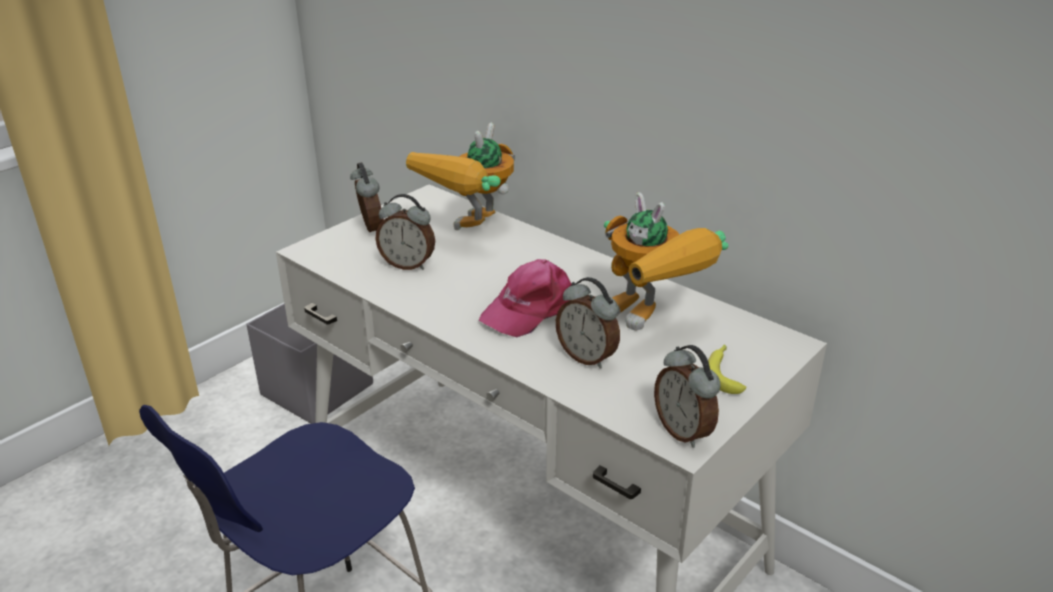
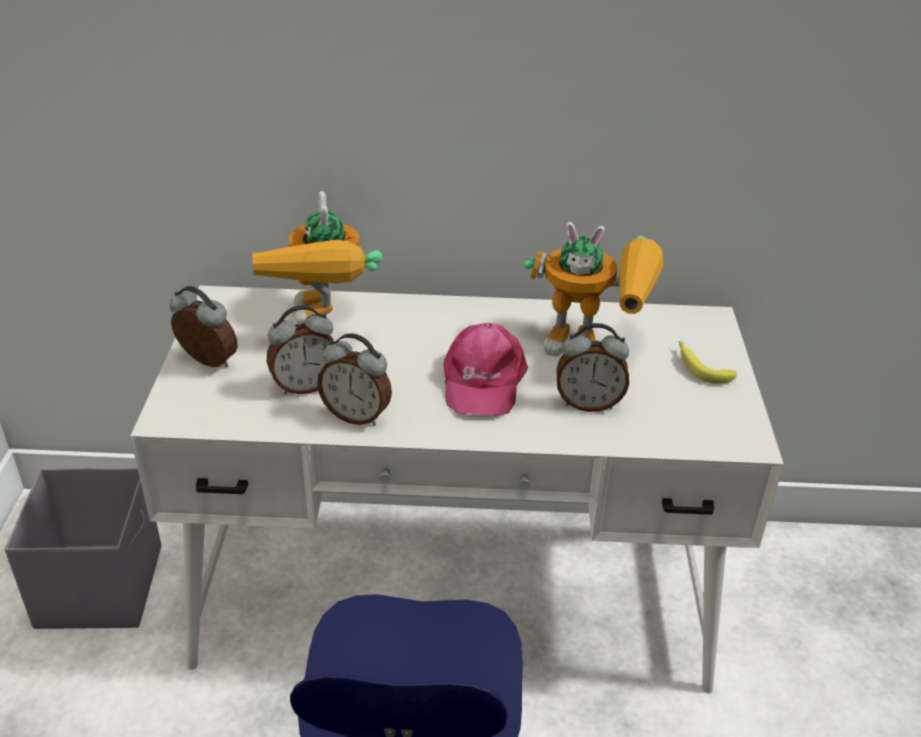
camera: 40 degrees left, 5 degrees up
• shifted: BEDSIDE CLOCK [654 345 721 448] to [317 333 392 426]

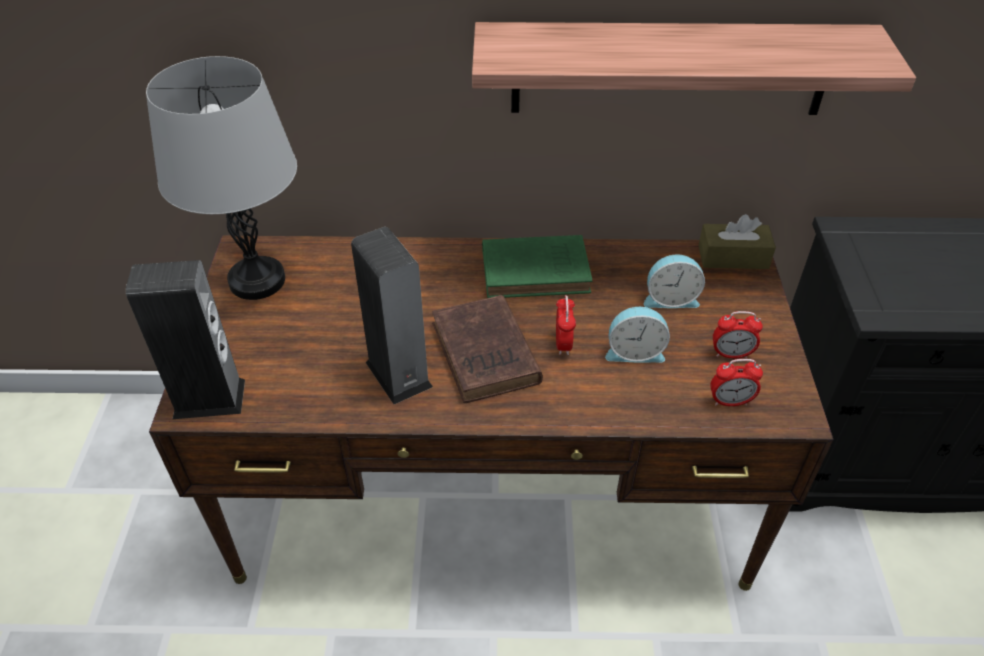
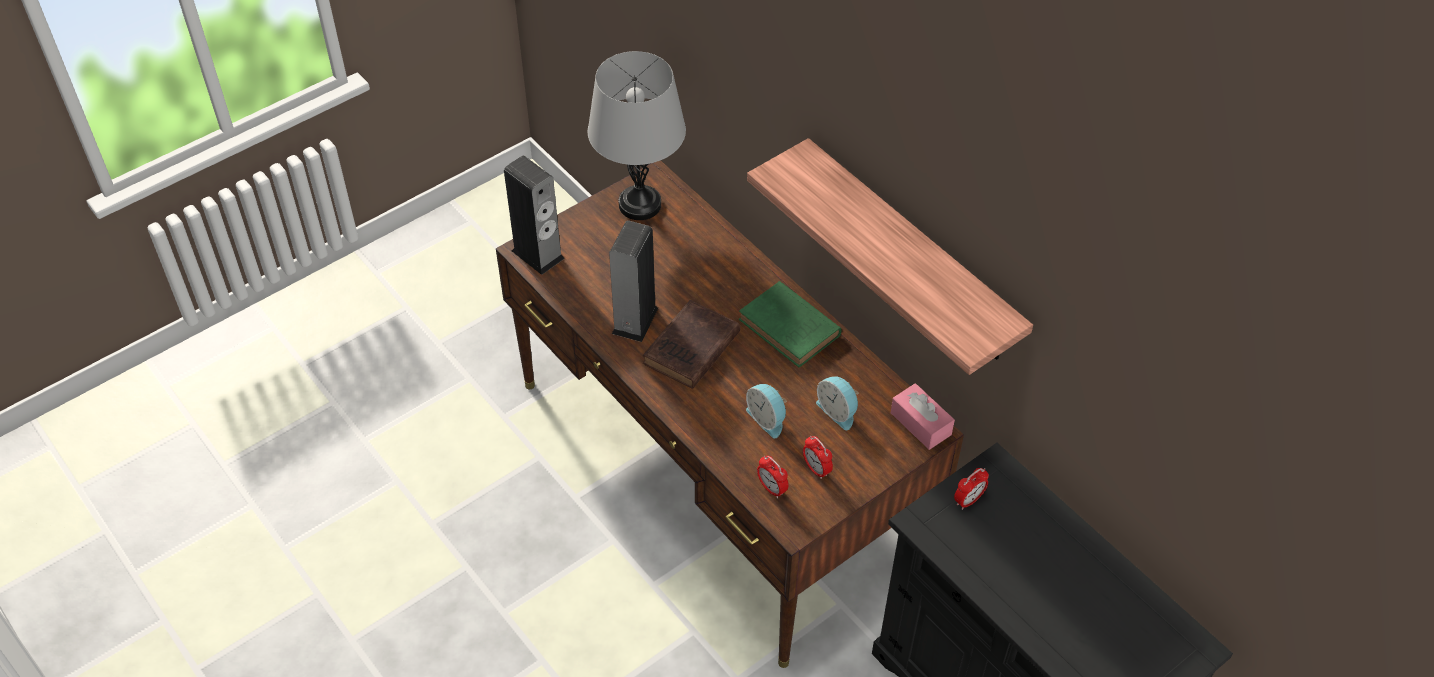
camera: 50 degrees right, 5 degrees up
• repainted: BROWN BOX OF TISSUES [698 214 776 269] to PINK-COLOURED BOX OF TISSUES [891 383 955 450]
• shifted: BEDSIDE CLOCK [556 295 576 355] to [954 468 989 510]

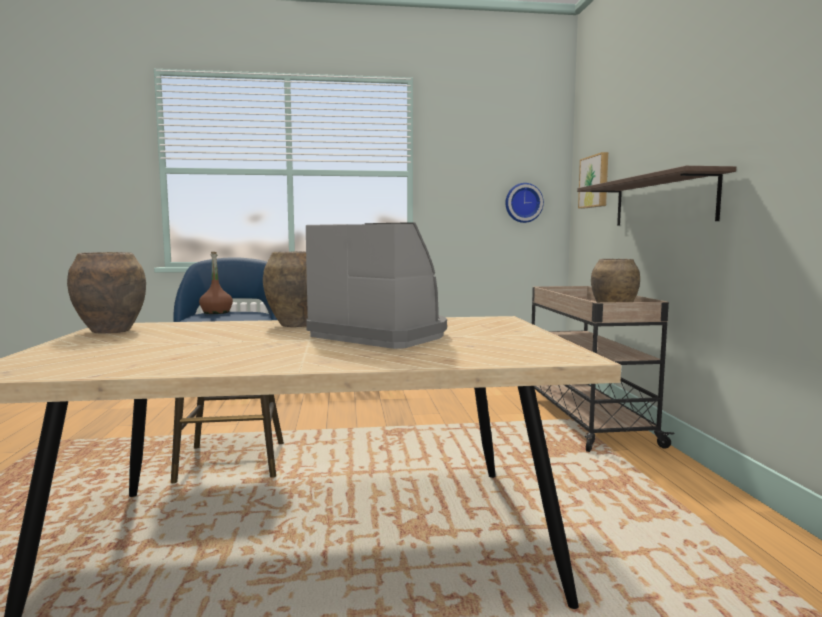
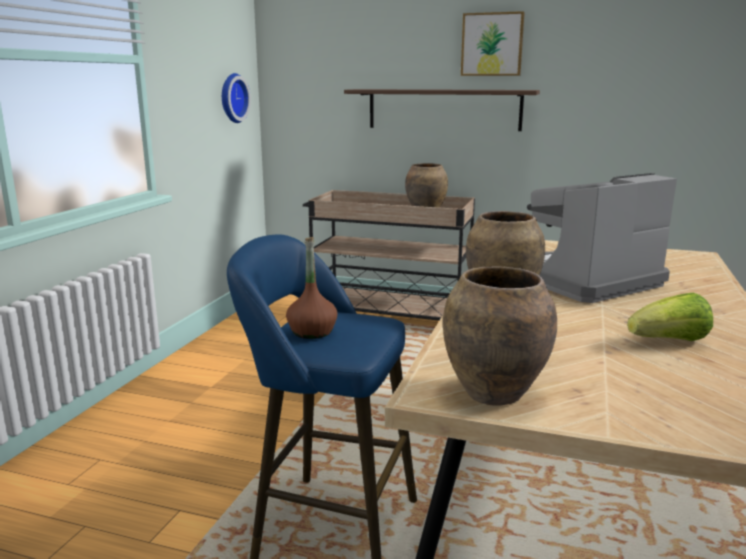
camera: 65 degrees left, 10 degrees up
• shifted: PICTURE [578 152 608 209] to [461 11 525 76]
• new: LETTUCE HEAD [627 293 713 341]

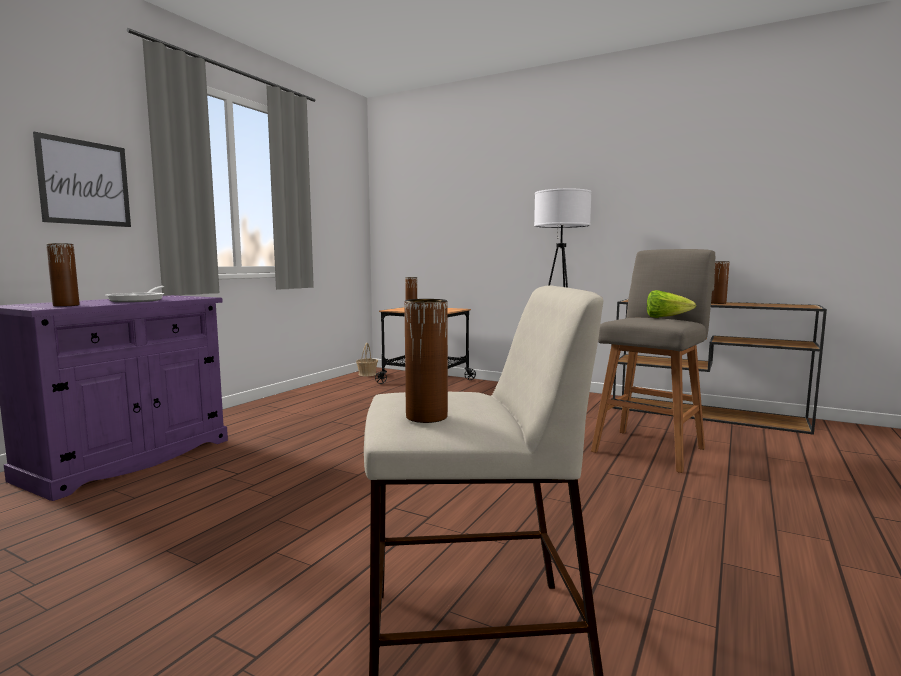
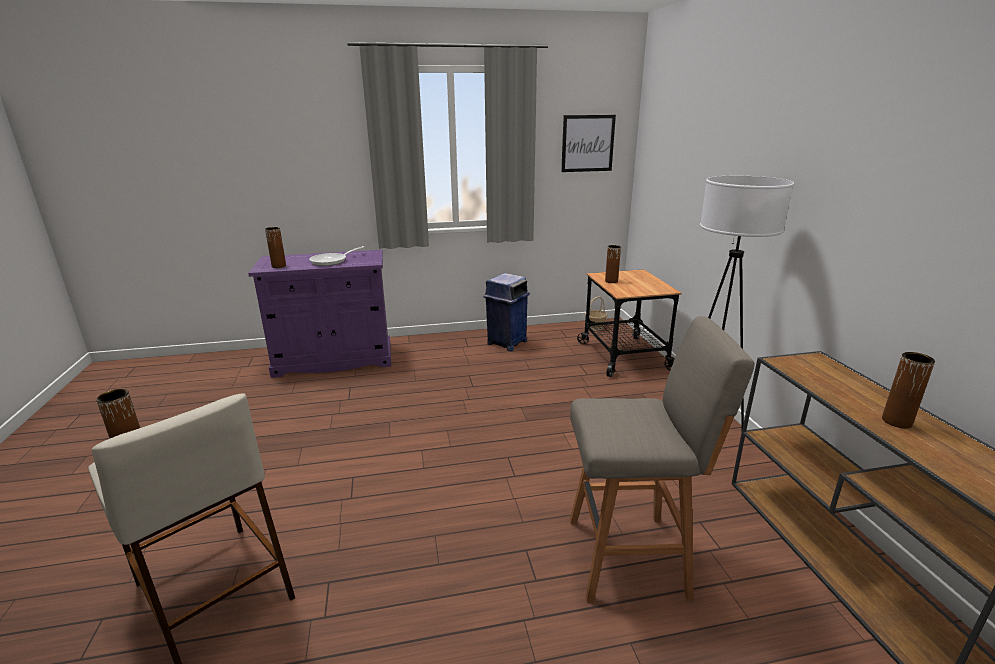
camera: 50 degrees right, 15 degrees up
• shifted: PICTURE [33 132 131 227] to [561 115 616 172]
• gone: LETTUCE HEAD [647 290 696 318]
• new: BLUE-COLOURED WASTE BIN [484 273 530 351]

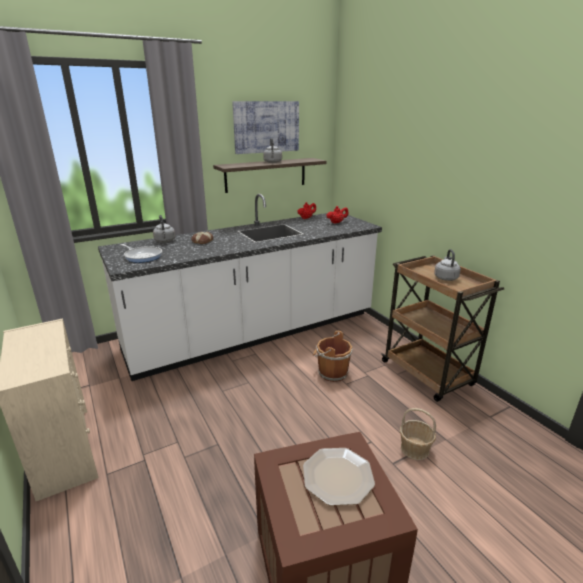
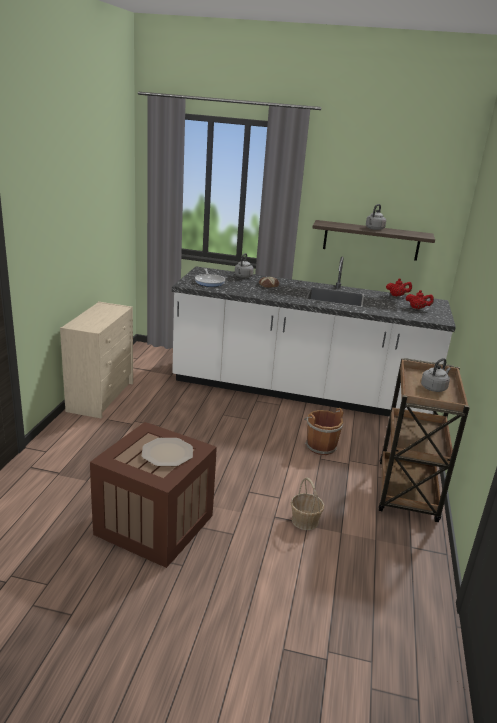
camera: 40 degrees right, 0 degrees up
• gone: PICTURE [232 101 299 154]

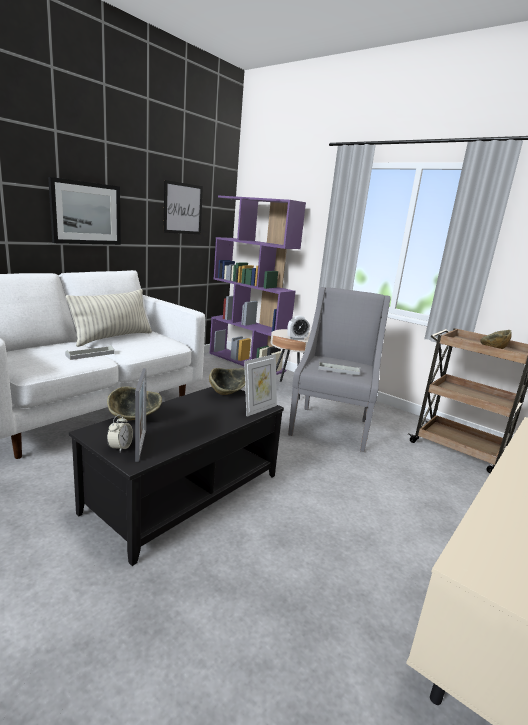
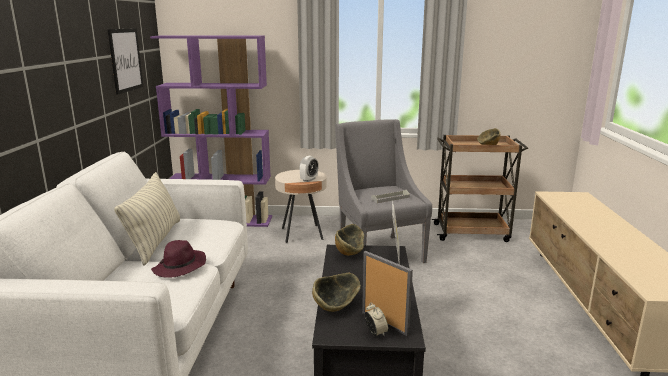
camera: 35 degrees left, 0 degrees up
• gone: PICTURE [48 177 121 245]
• swapped: GREY SERVING TRAY [65 345 114 360] to PURPLE-COLOURED HAT [151 240 206 278]

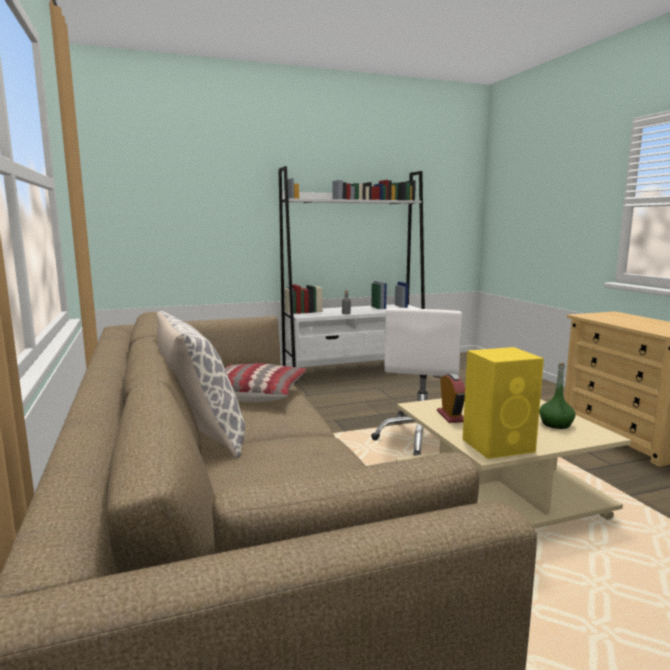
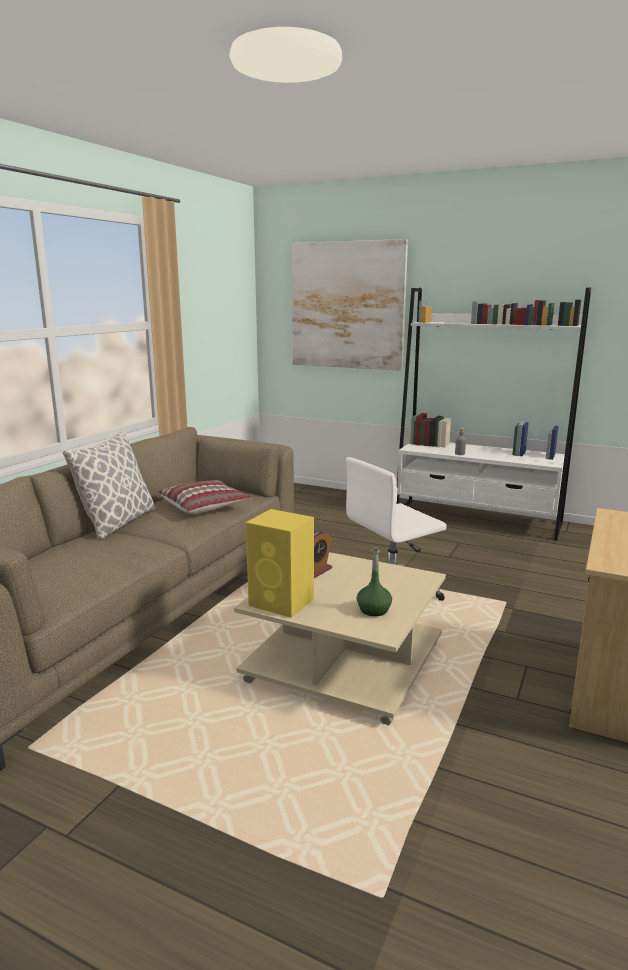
camera: 45 degrees right, 5 degrees up
• new: PICTURE [292 239 408 371]

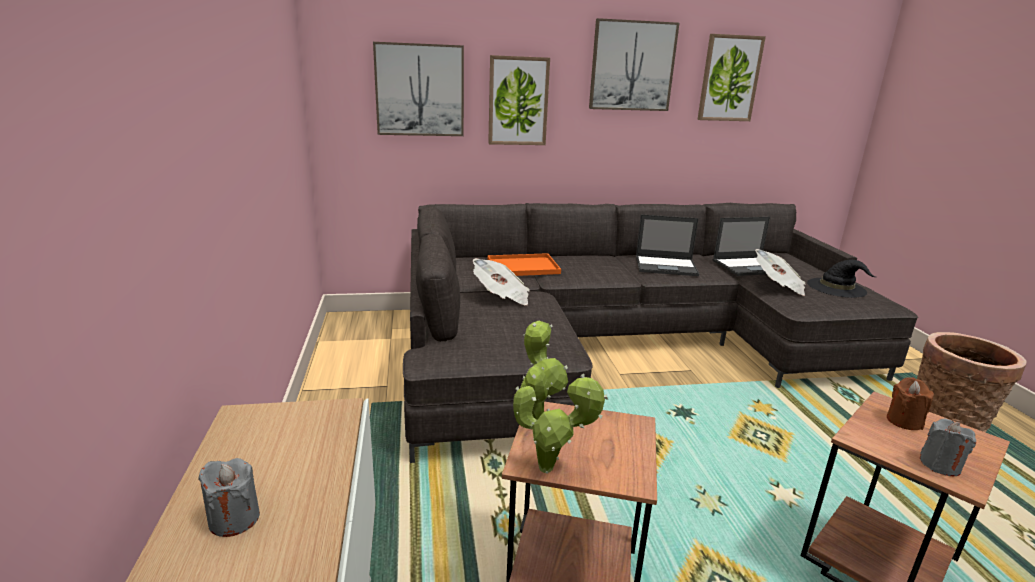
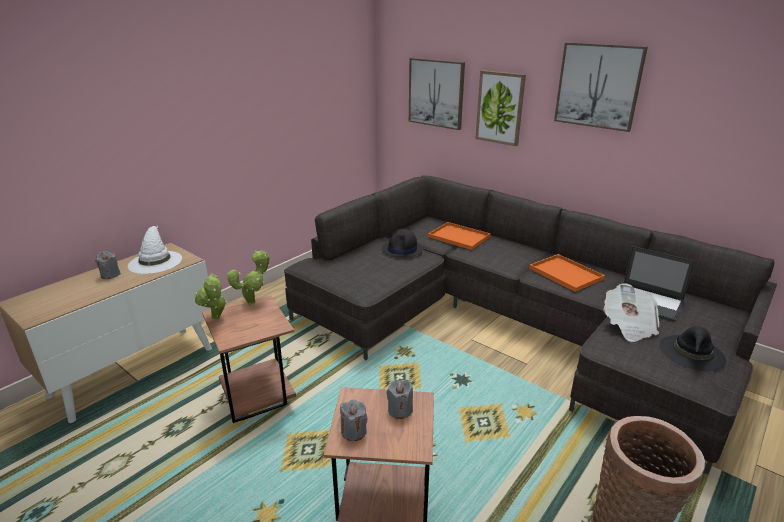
camera: 50 degrees right, 5 degrees up
• gone: PICTURE [697 34 766 121]
• swapped: LAPTOP [636 215 699 276] to ORANGE SERVING TRAY [529 254 605 292]
• swapped: PRINTED PAPER [473 258 529 305] to BLACK-COLOURED HAT [382 229 423 257]
• repainted: BROWN CANDLE [887 377 934 430] to GREY CANDLE [386 380 413 419]
• new: WHITISH HAT [128 226 182 274]

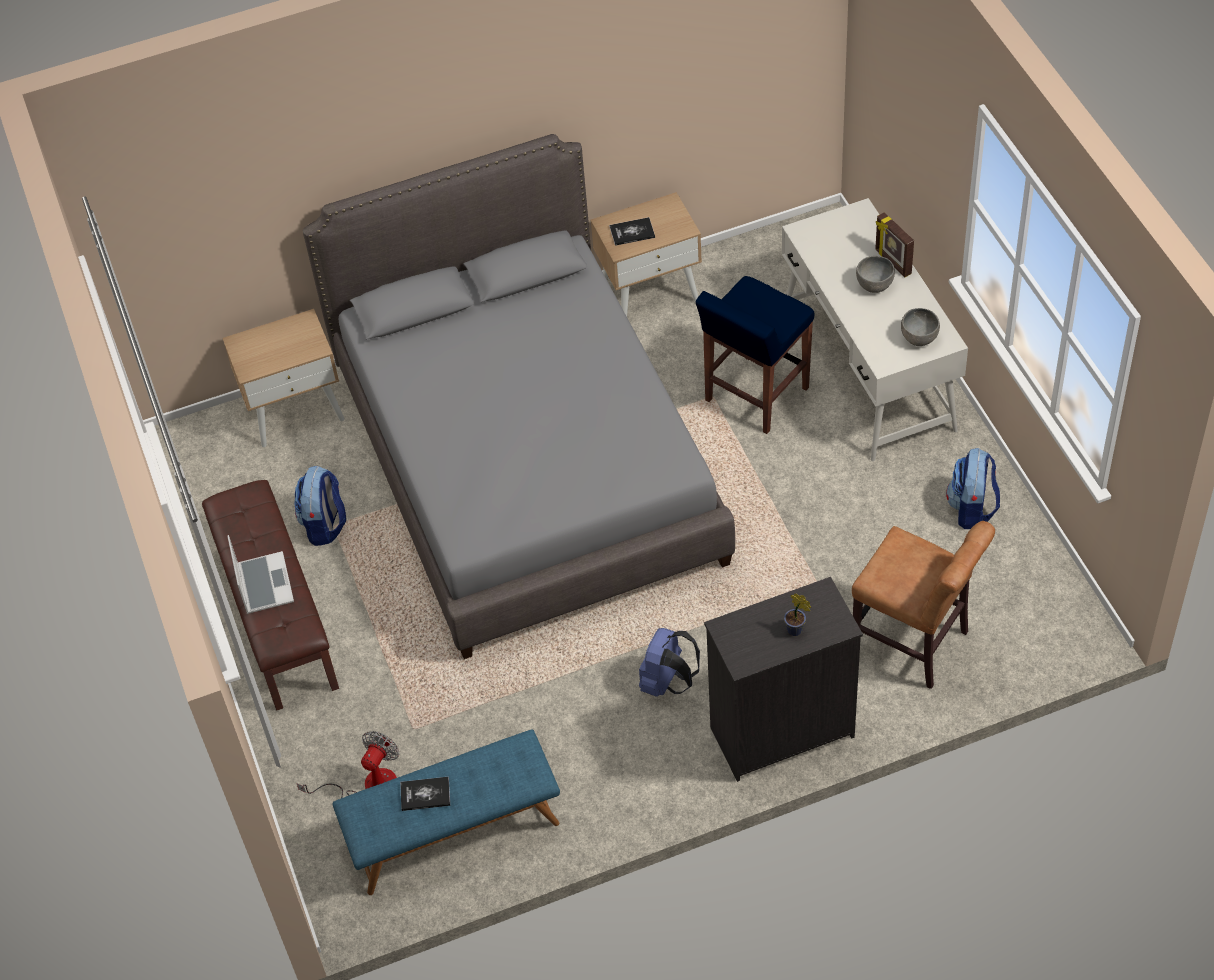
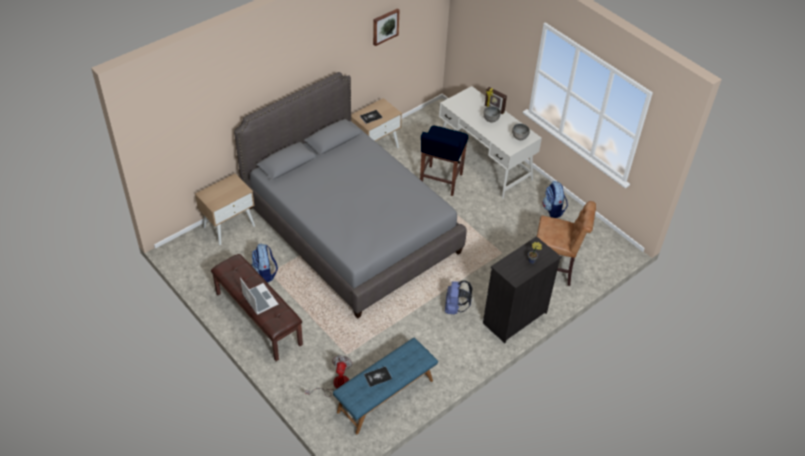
camera: 25 degrees left, 5 degrees down
• new: PICTURE [373 8 399 46]

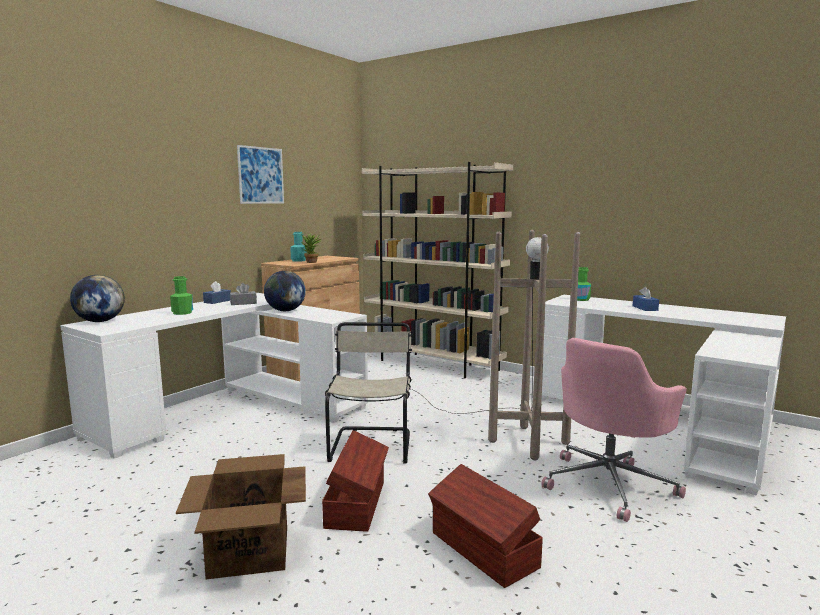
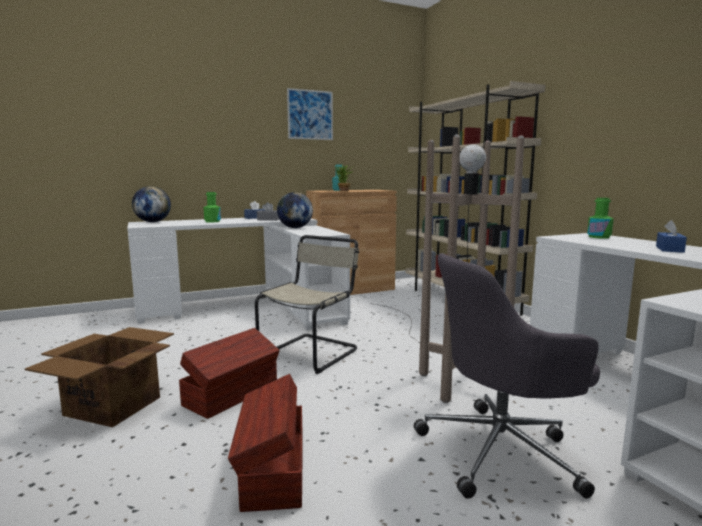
camera: 30 degrees right, 0 degrees up
• repainted: PINK-COLOURED DESK CHAIR [541 338 687 522] to GREY DESK CHAIR [414 253 600 499]

